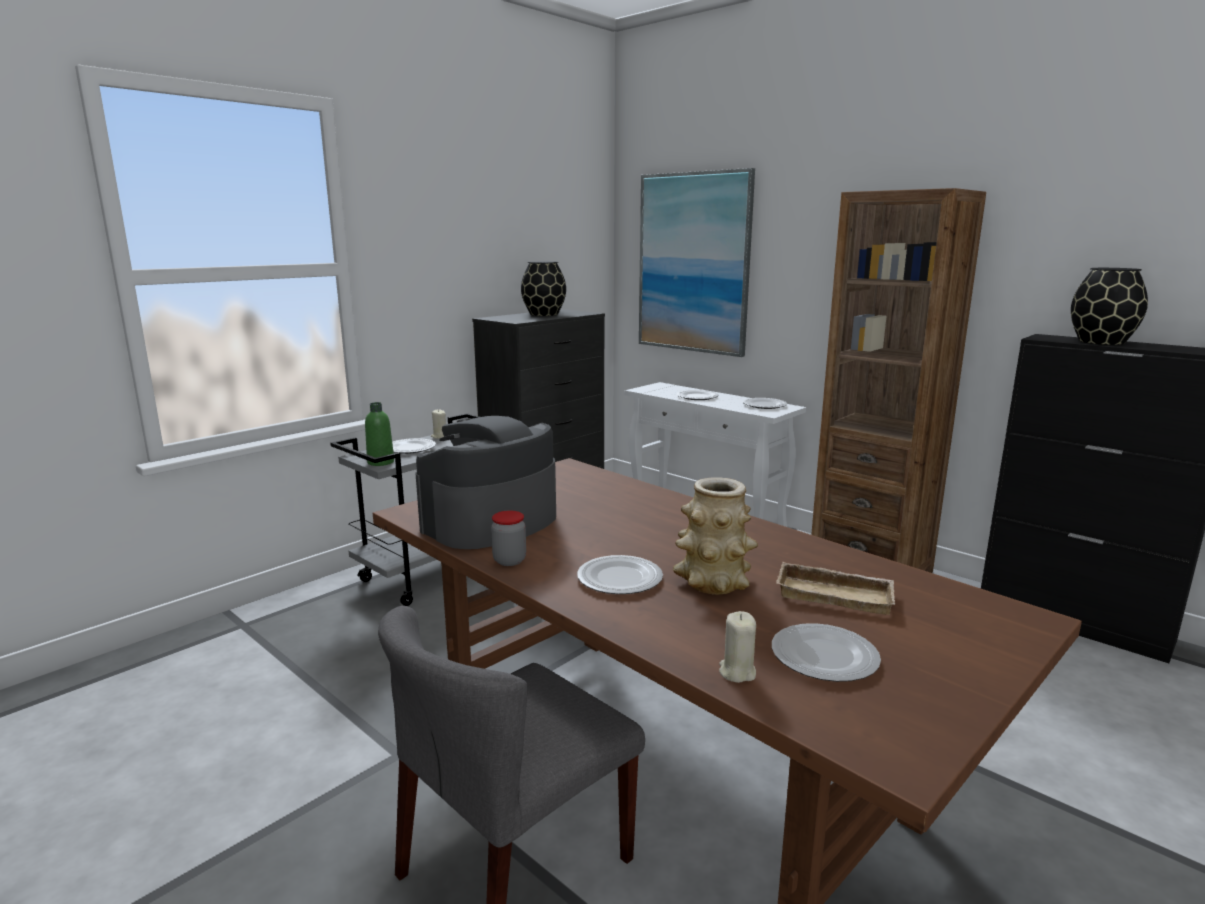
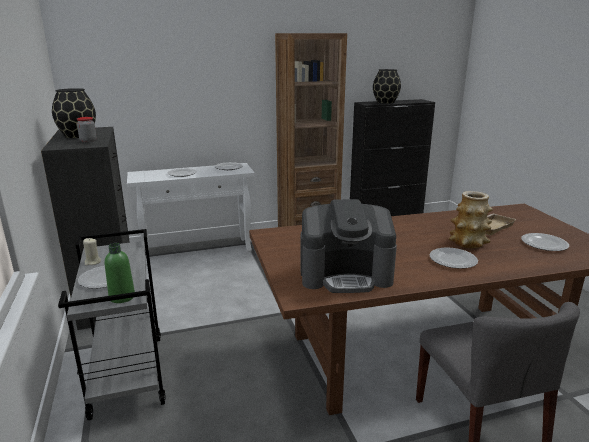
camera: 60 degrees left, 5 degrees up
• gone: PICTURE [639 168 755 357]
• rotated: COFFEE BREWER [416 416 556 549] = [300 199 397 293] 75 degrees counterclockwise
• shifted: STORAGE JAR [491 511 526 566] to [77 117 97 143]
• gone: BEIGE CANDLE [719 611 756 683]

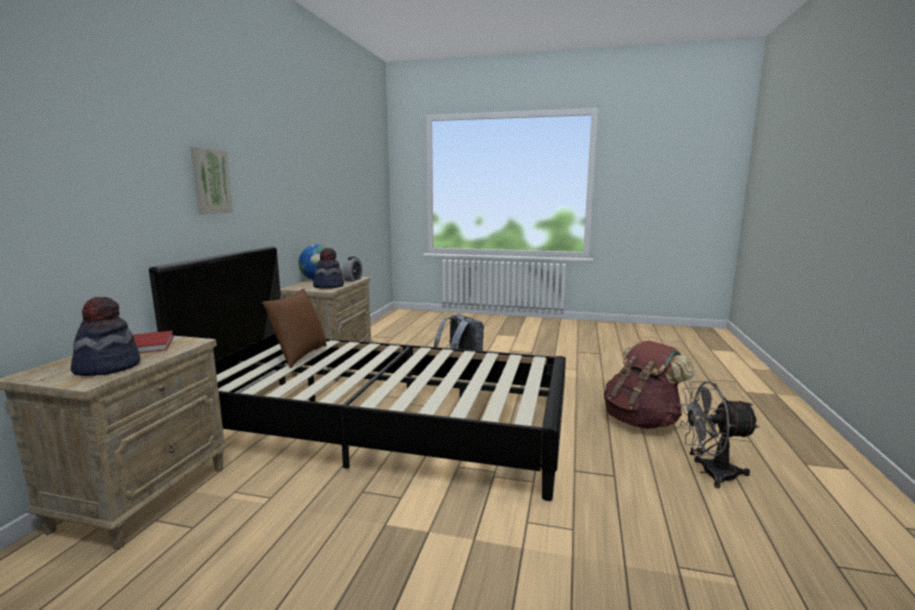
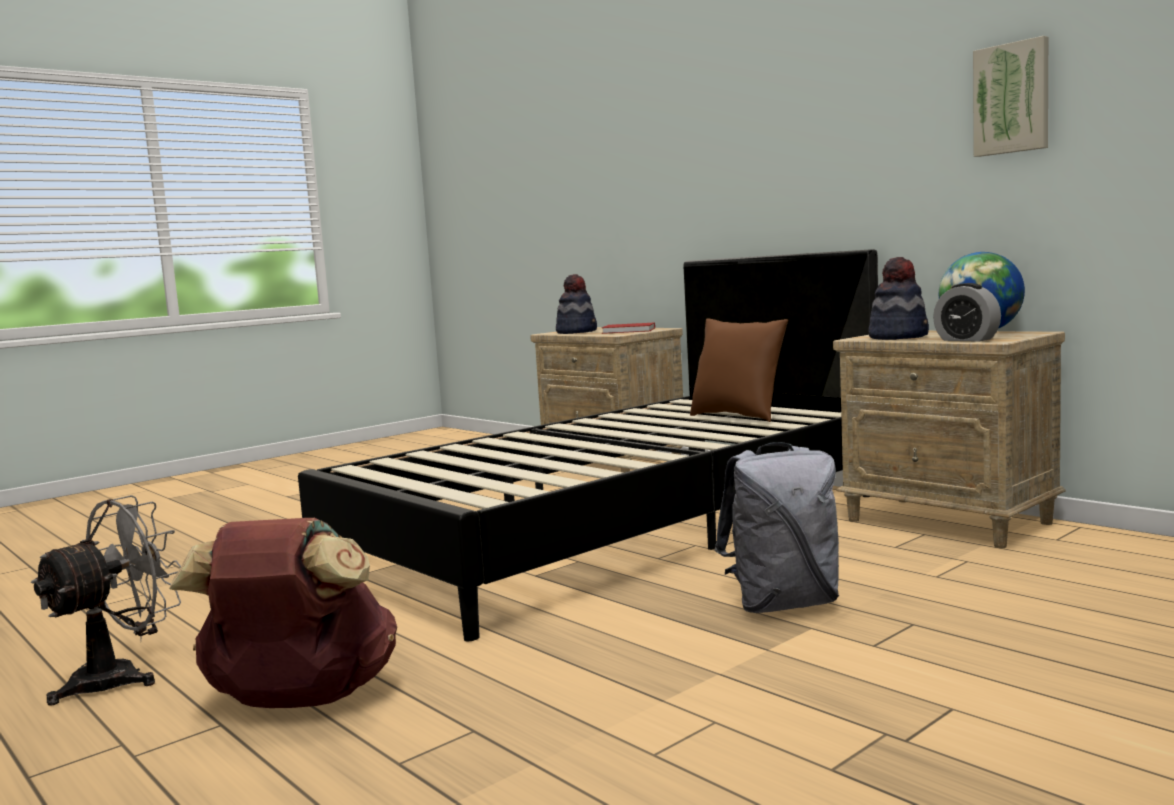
camera: 125 degrees right, 5 degrees down
• shifted: PICTURE [190 147 233 214] to [973 36 1048 157]

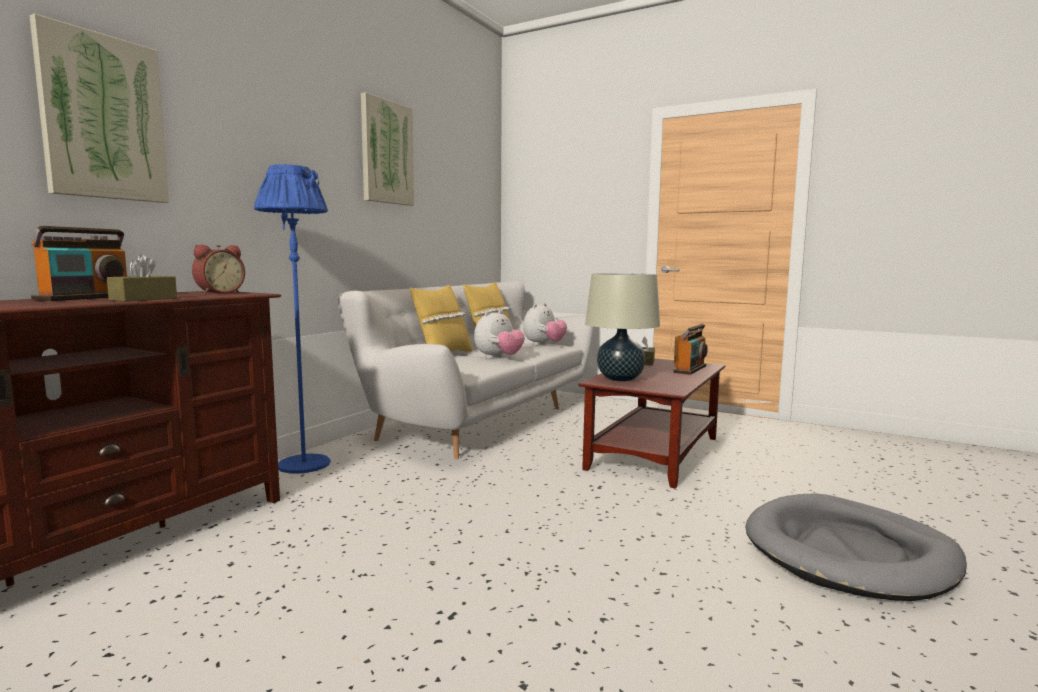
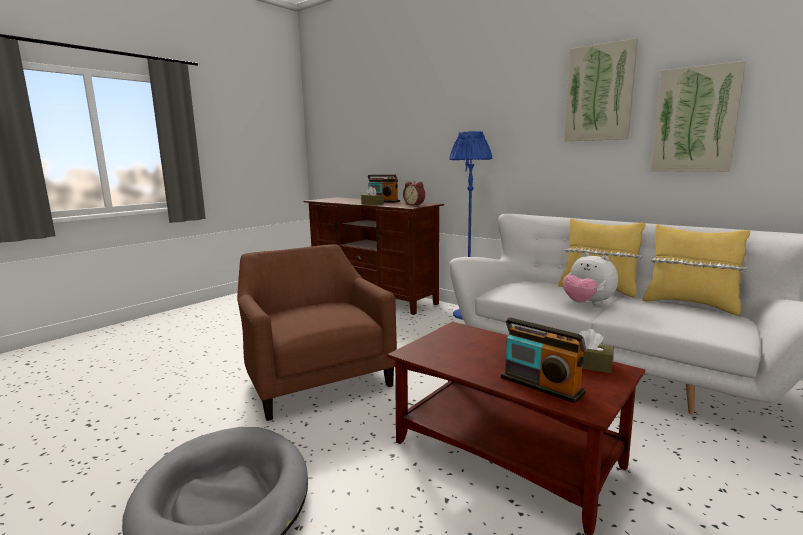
camera: 100 degrees right, 5 degrees up
• shifted: PICTURE [30 13 169 203] to [651 61 746 172]
• gone: BEIGE LAMP FOR A TABLE [585 273 660 382]
• gone: CUDDLY TOY [523 303 567 346]
• new: BROWN ARMCHAIR [237 244 397 421]

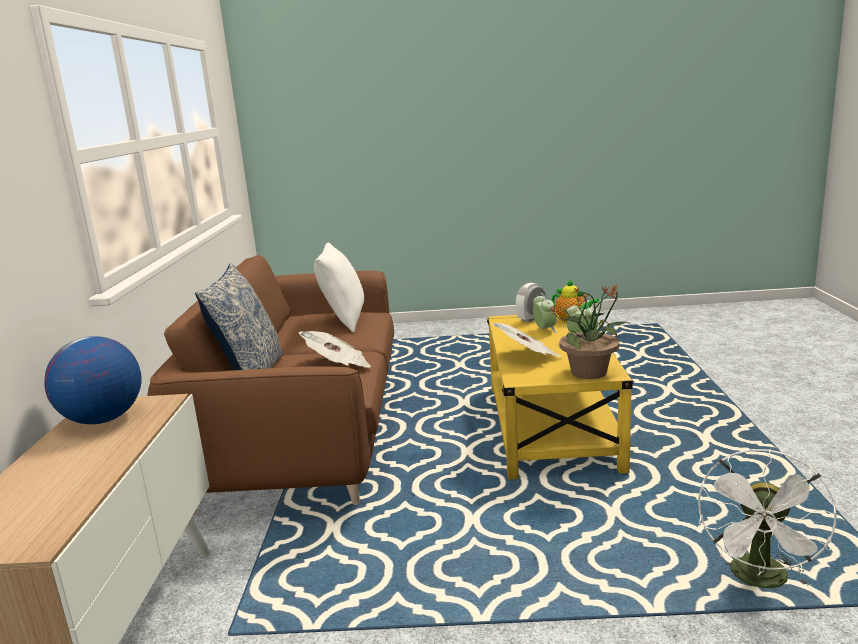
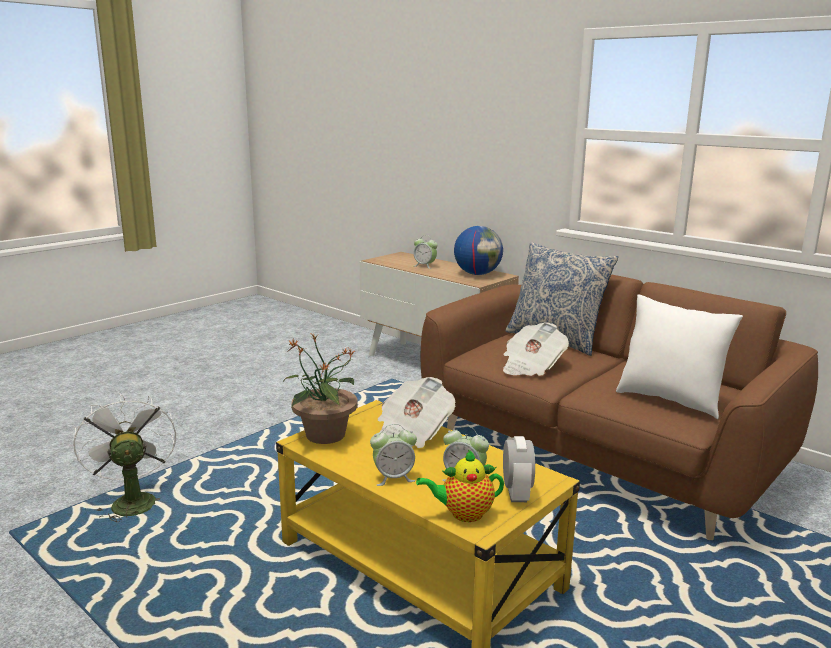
camera: 130 degrees right, 0 degrees up
• new: BEDSIDE CLOCK [414 235 437 269]

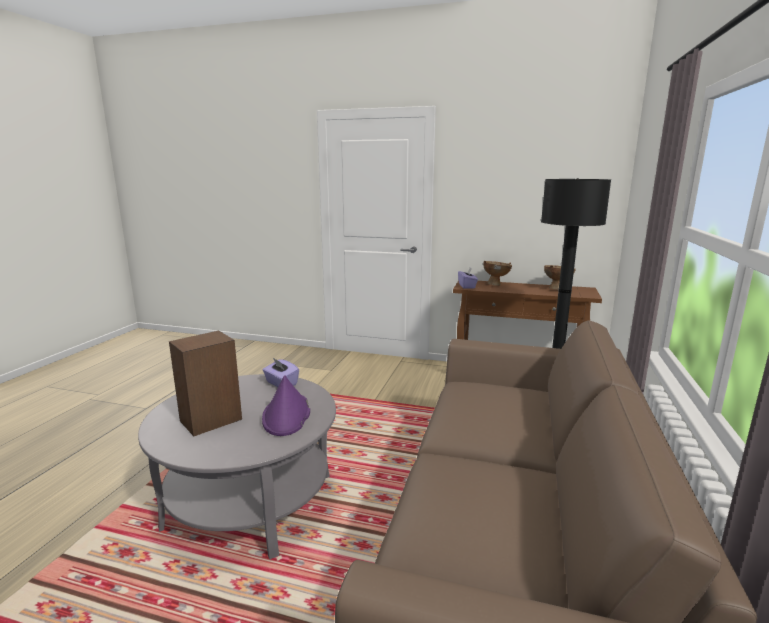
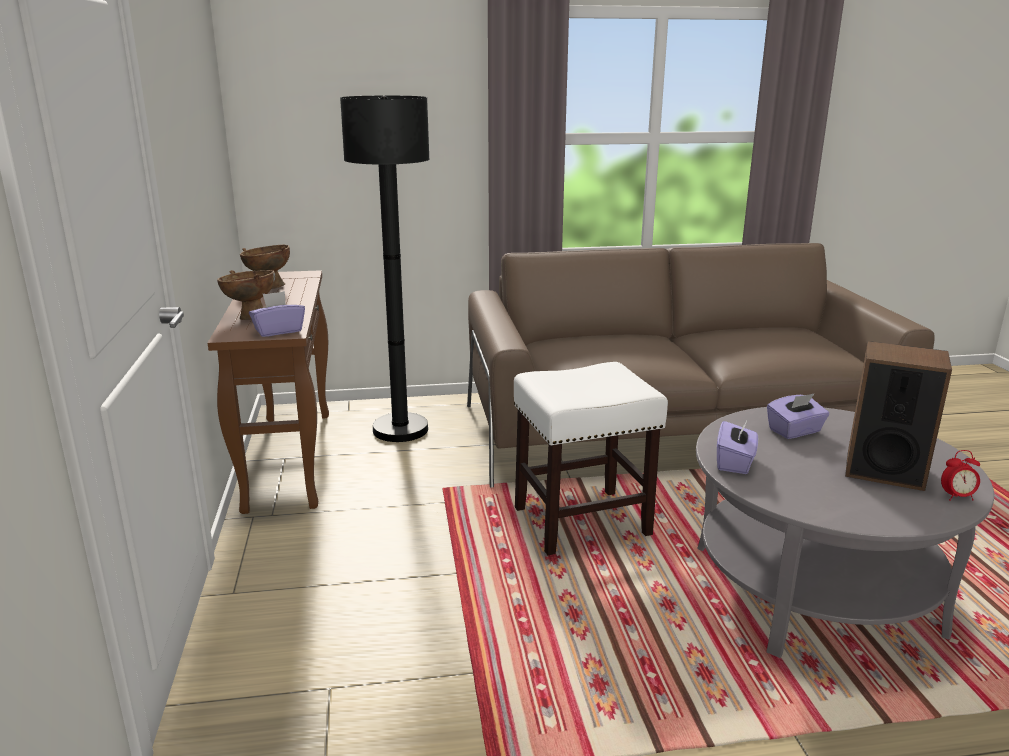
camera: 115 degrees left, 5 degrees up
• swapped: PURPLE-COLOURED HAT [262 375 310 436] to PURPLE-COLOURED BOX OF TISSUES [767 393 830 439]
• new: WHITISH SITTING STOOL [514 362 668 555]
• new: BEDSIDE CLOCK [941 450 980 501]

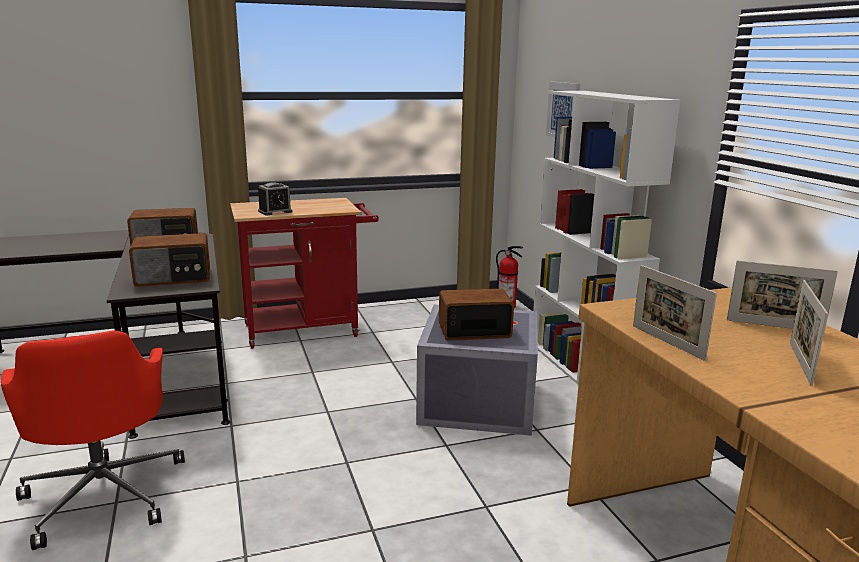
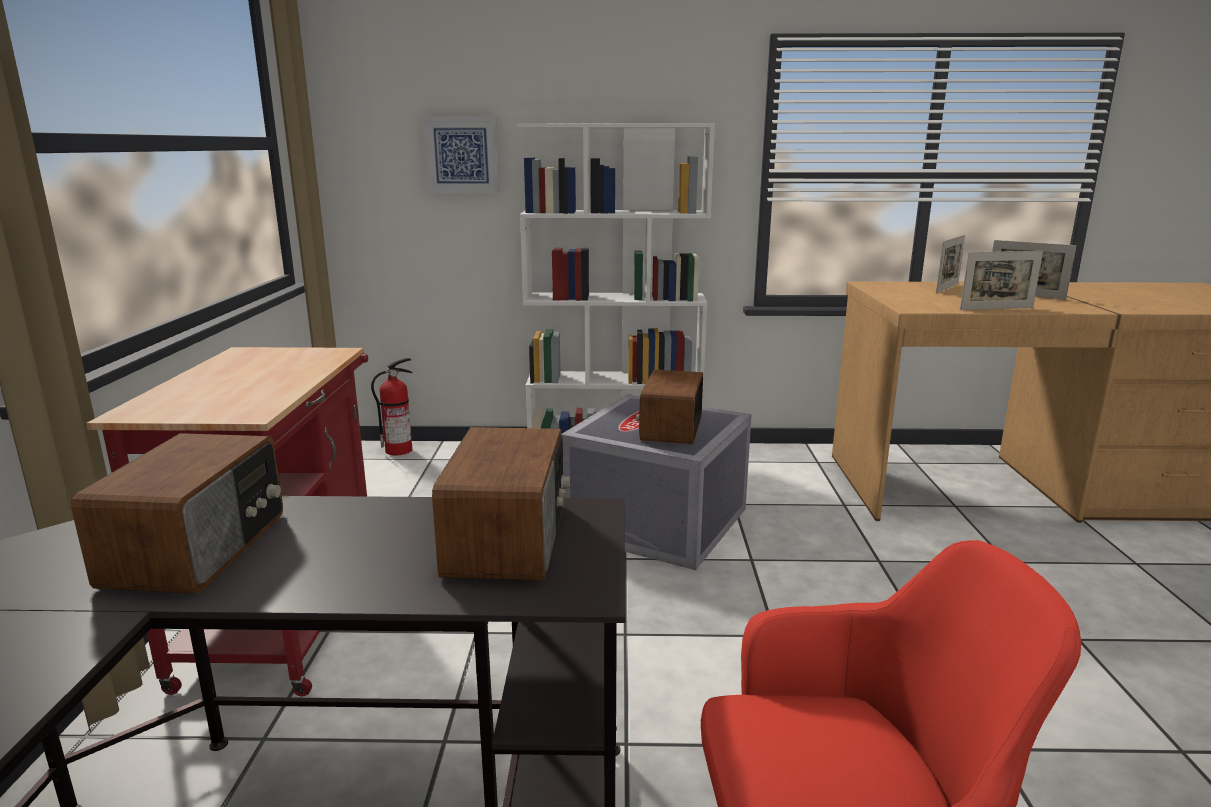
camera: 70 degrees left, 0 degrees up
• gone: BEDSIDE CLOCK [258 182 292 215]

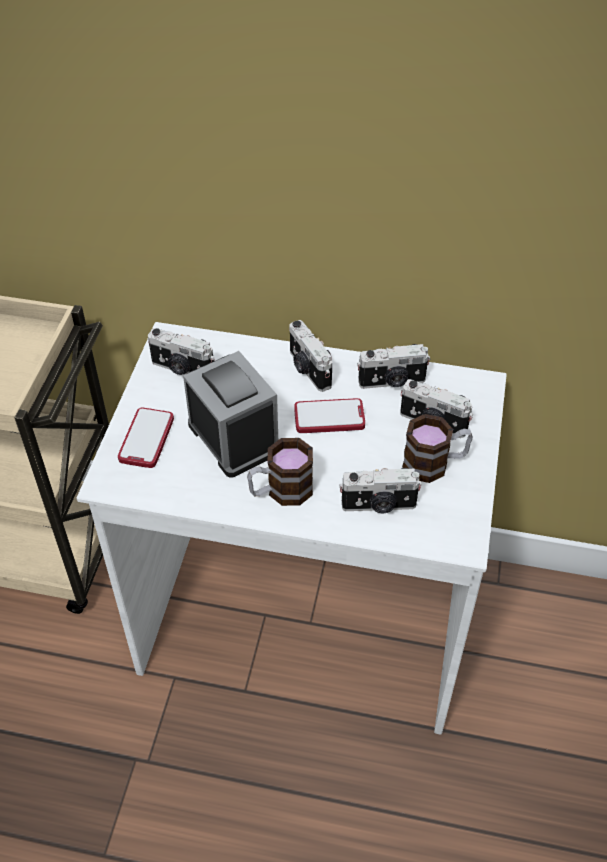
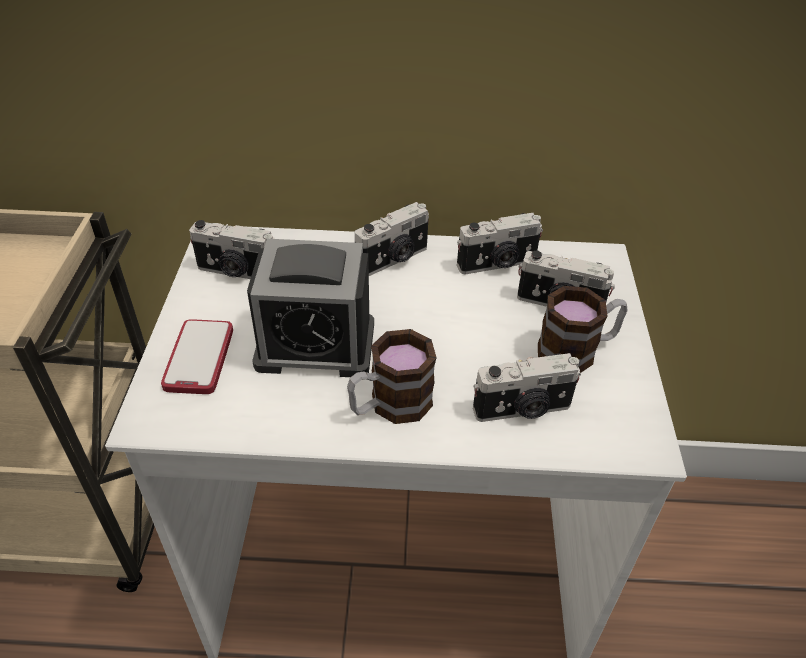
camera: 10 degrees left, 5 degrees down
• rotated: STILL CAMERA [289 320 332 392] = [355 202 429 276] 90 degrees counterclockwise
• rotated: BEDSIDE CLOCK [183 351 278 478] = [247 239 374 377] 135 degrees clockwise
• gone: TELEPHONE [294 398 365 433]

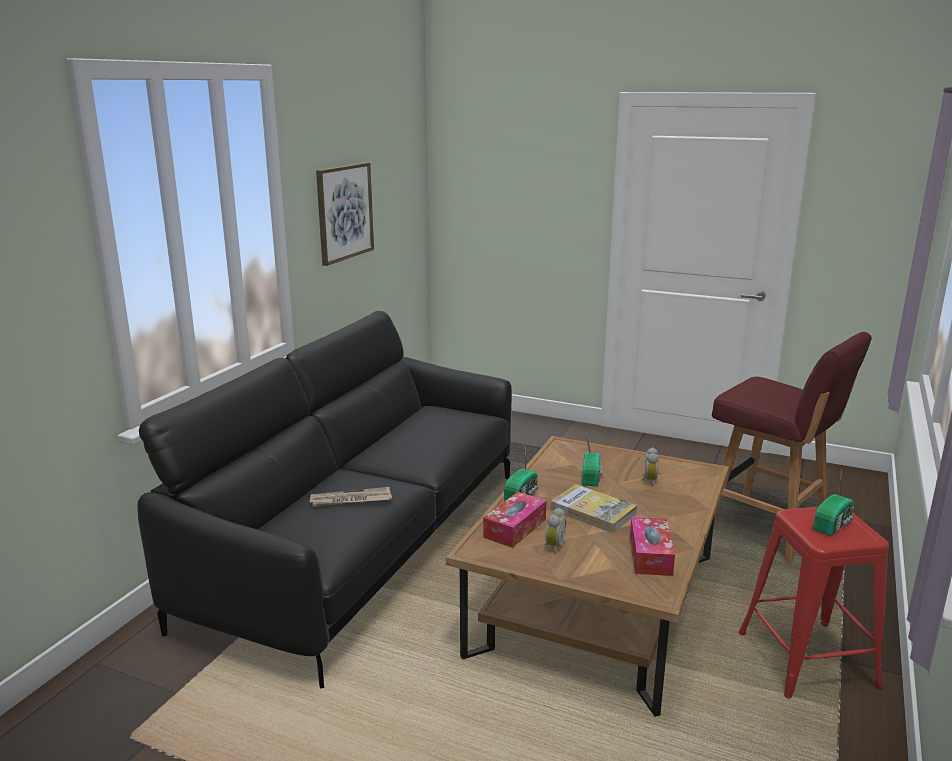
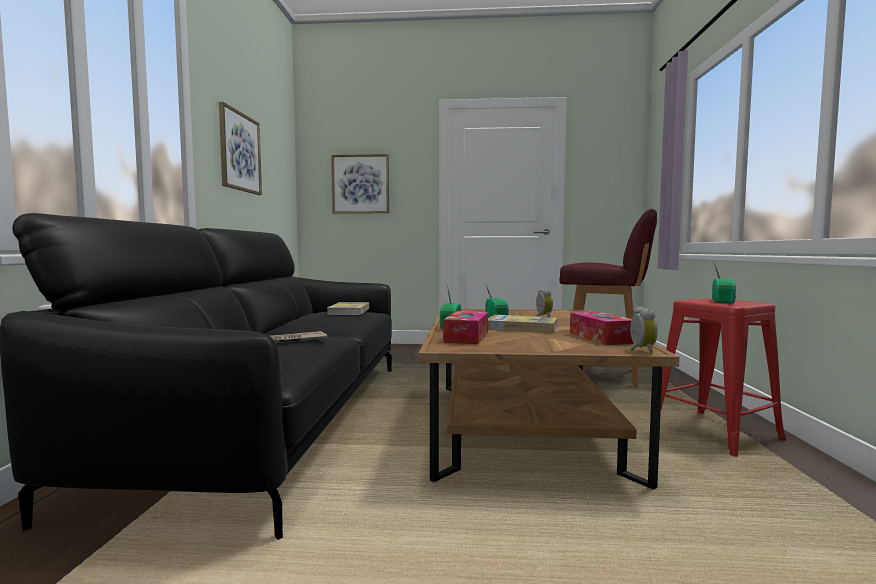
camera: 20 degrees left, 15 degrees down
• shifted: BEDSIDE CLOCK [545 508 566 553] to [630 307 658 353]
• new: PICTURE [331 154 389 214]
• new: BOOK [327 302 369 315]

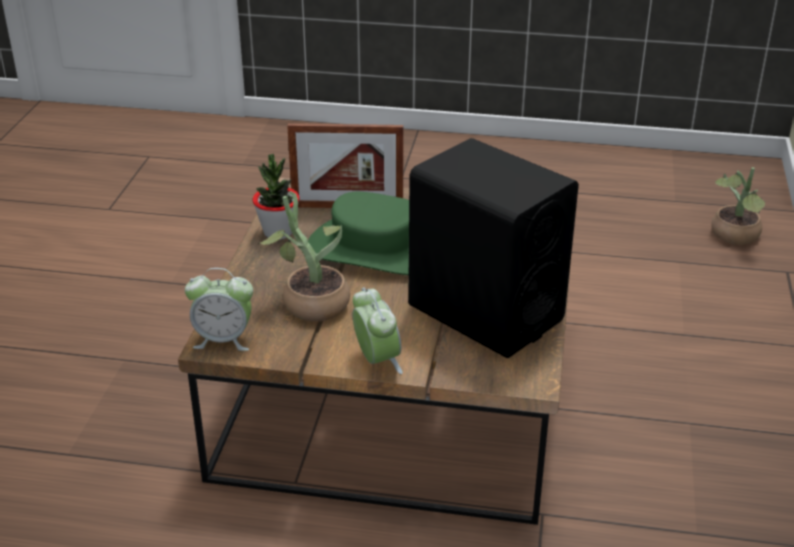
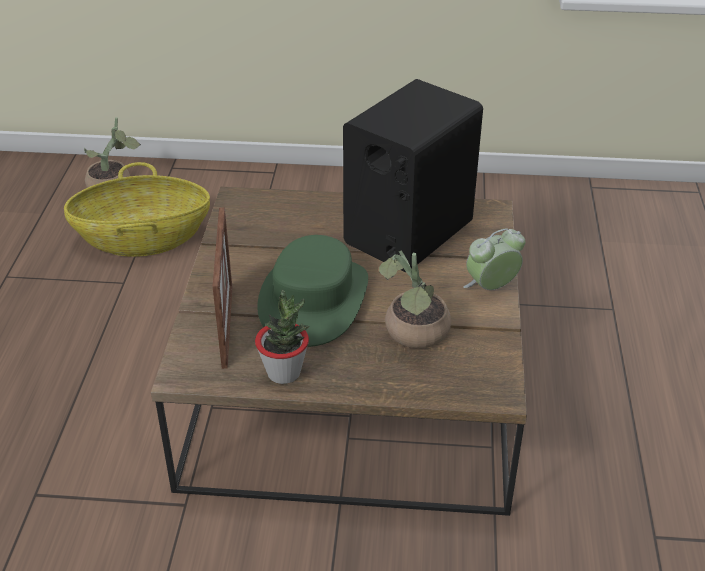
camera: 95 degrees left, 5 degrees up
• gone: BEDSIDE CLOCK [185 268 253 351]
• new: HOUSEHOLD BASKET [64 162 210 257]

